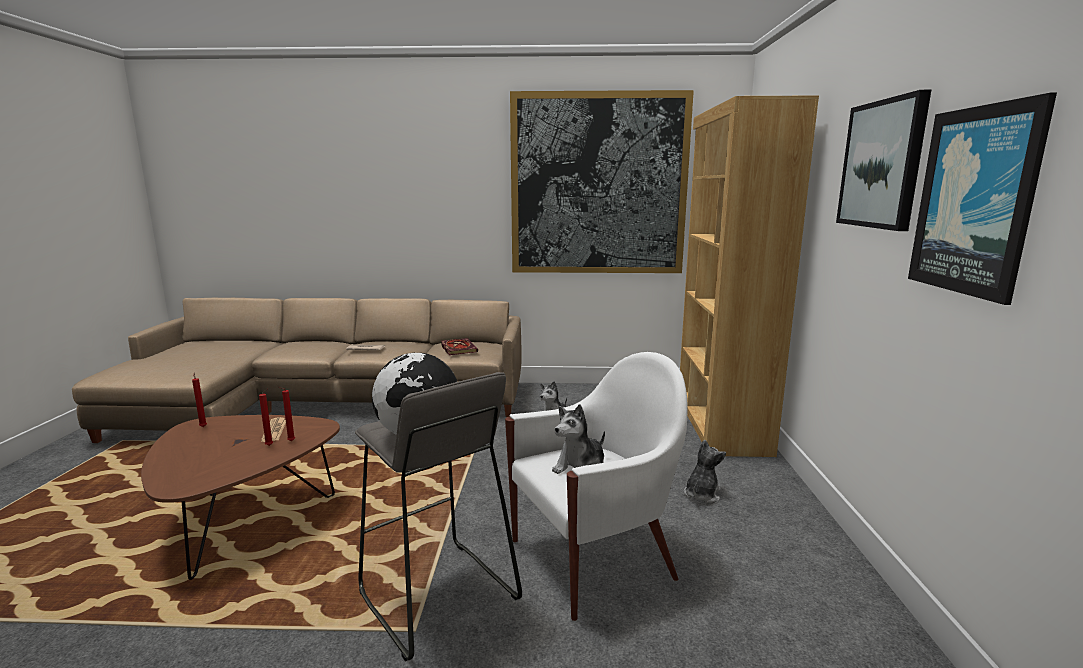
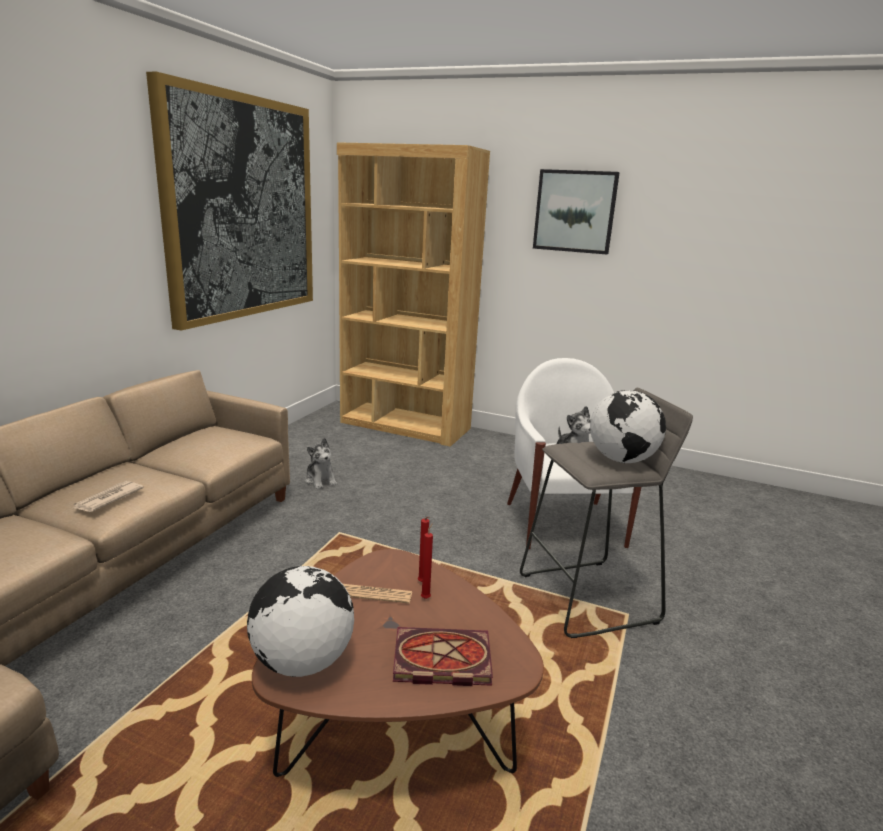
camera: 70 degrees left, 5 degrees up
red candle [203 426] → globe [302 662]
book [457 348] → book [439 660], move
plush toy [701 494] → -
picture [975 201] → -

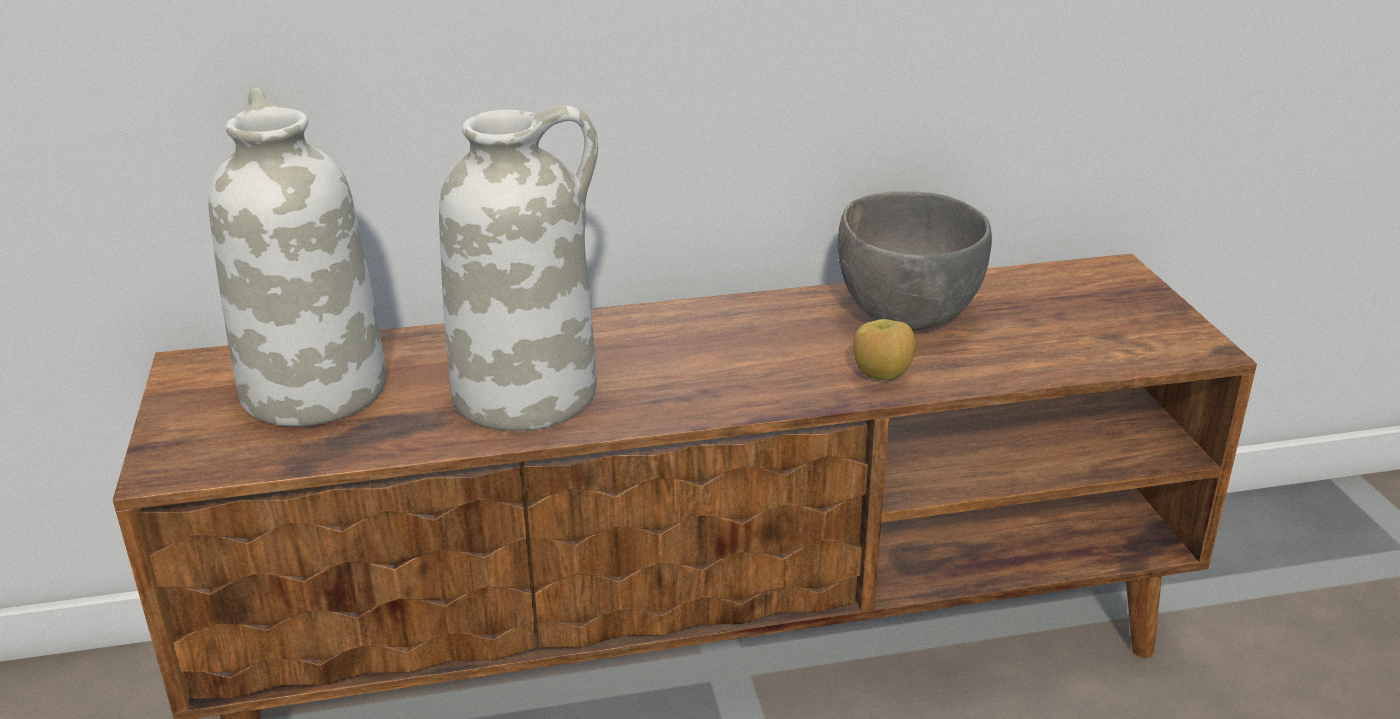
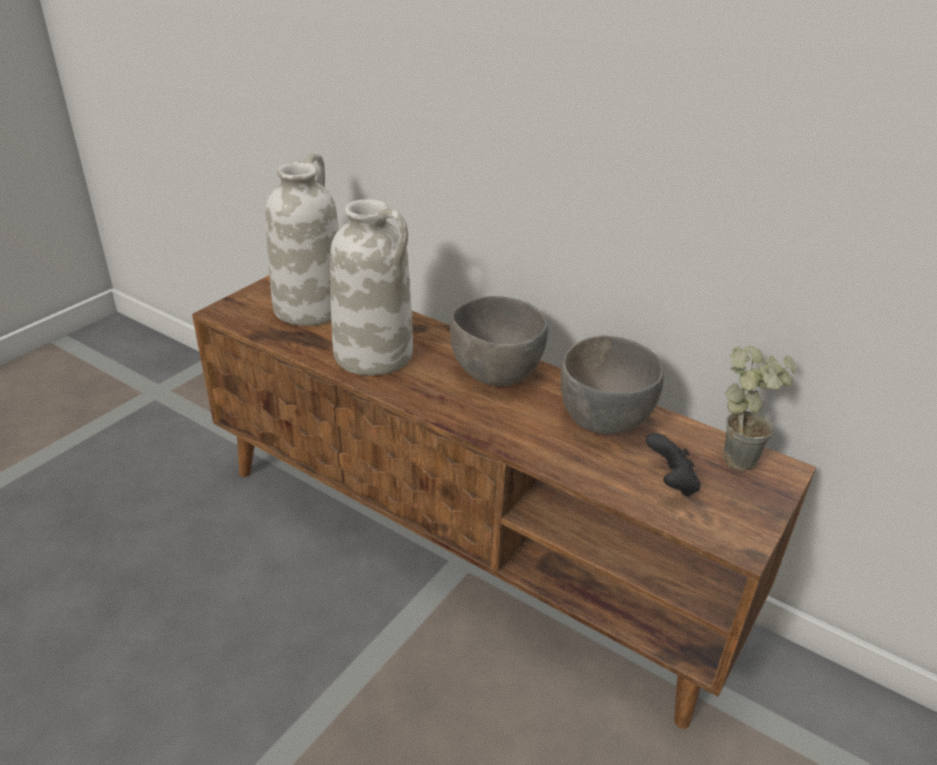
camera: 45 degrees right, 5 degrees up
- → grey bowl [495 373]
- → black game controller [670 483]
- → potted plant [741 455]
apple [881 376] → -

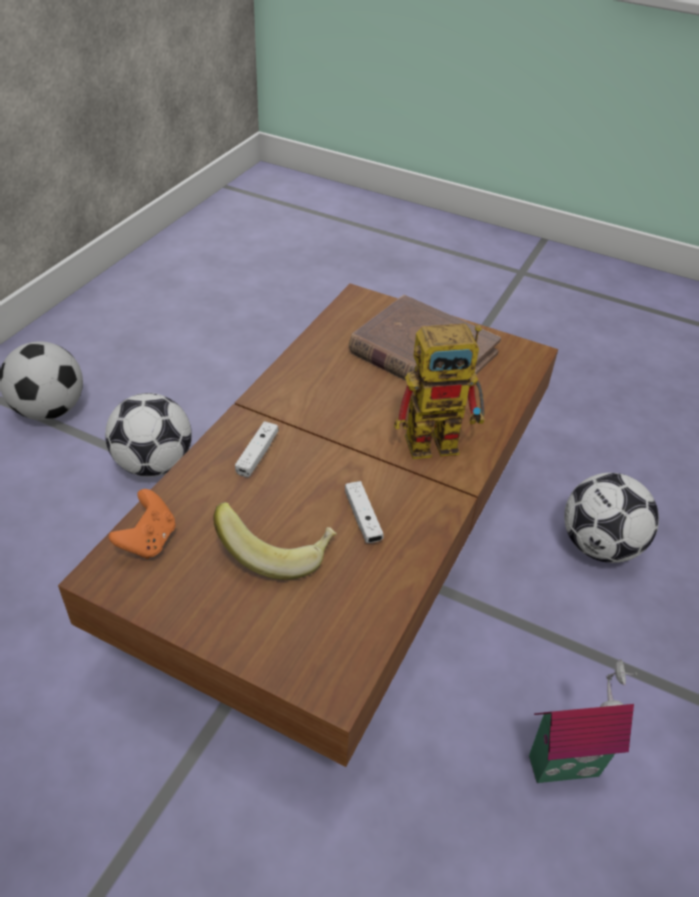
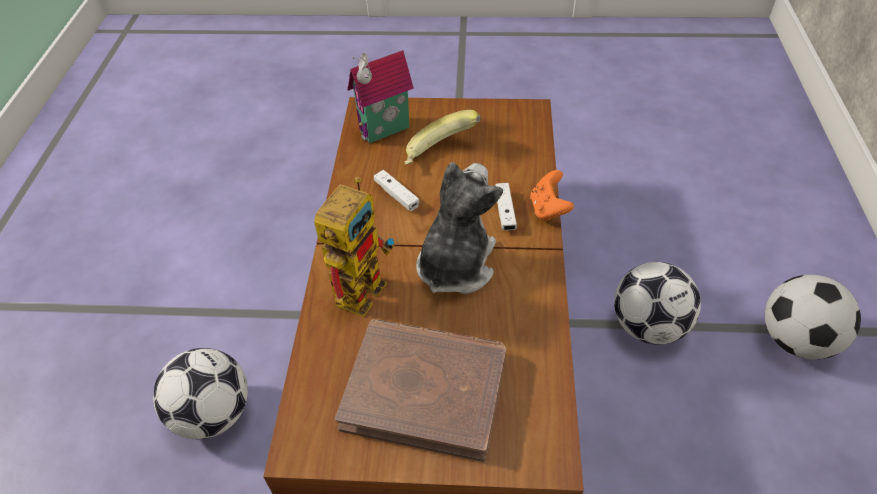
camera: 160 degrees right, 5 degrees up
toy robot [442 440] → toy robot [362 284], 150 degrees clockwise
toy house [563 761] → toy house [386 132], move
- → plush toy [455 265]
orange game controller [148 540] → orange game controller [548 209], move

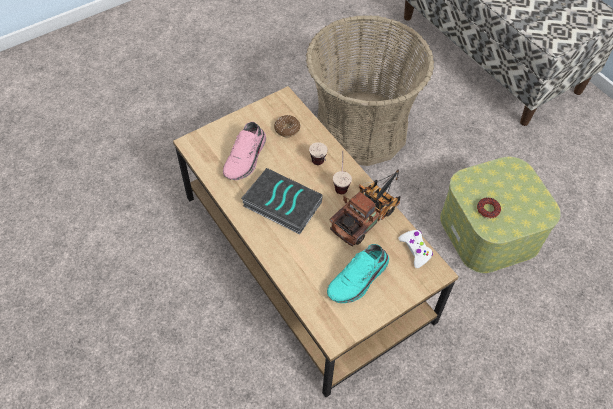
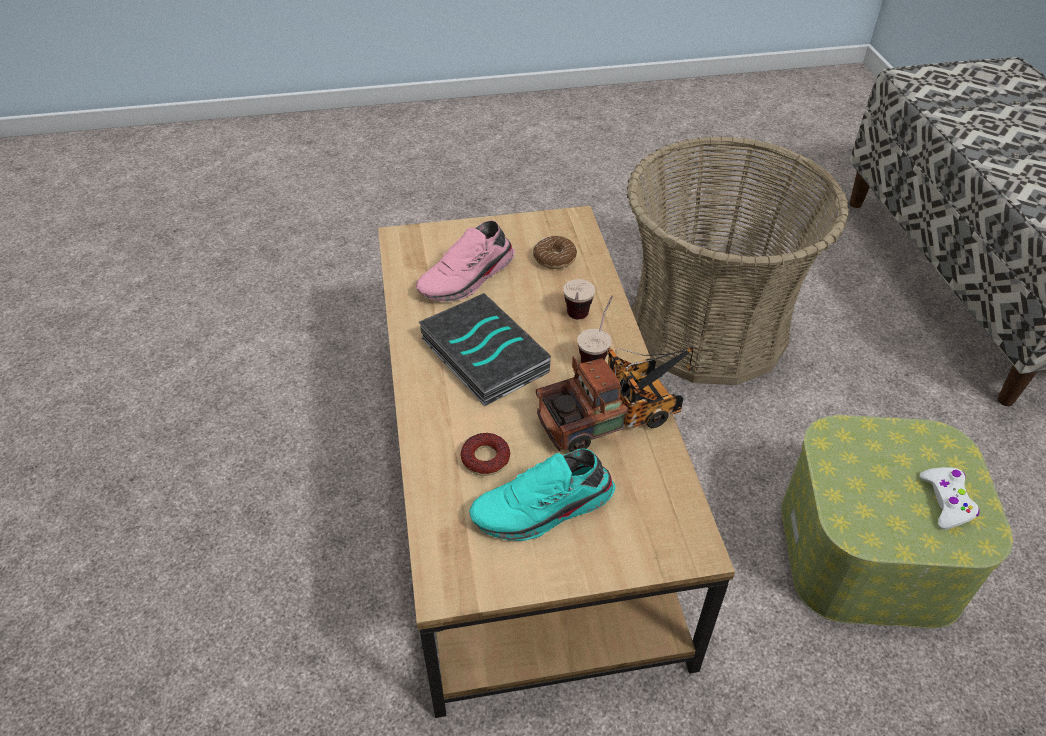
camera: 25 degrees right, 10 degrees down
donut [488 210] → donut [485 459], move
white game controller [415 250] → white game controller [946 502], move

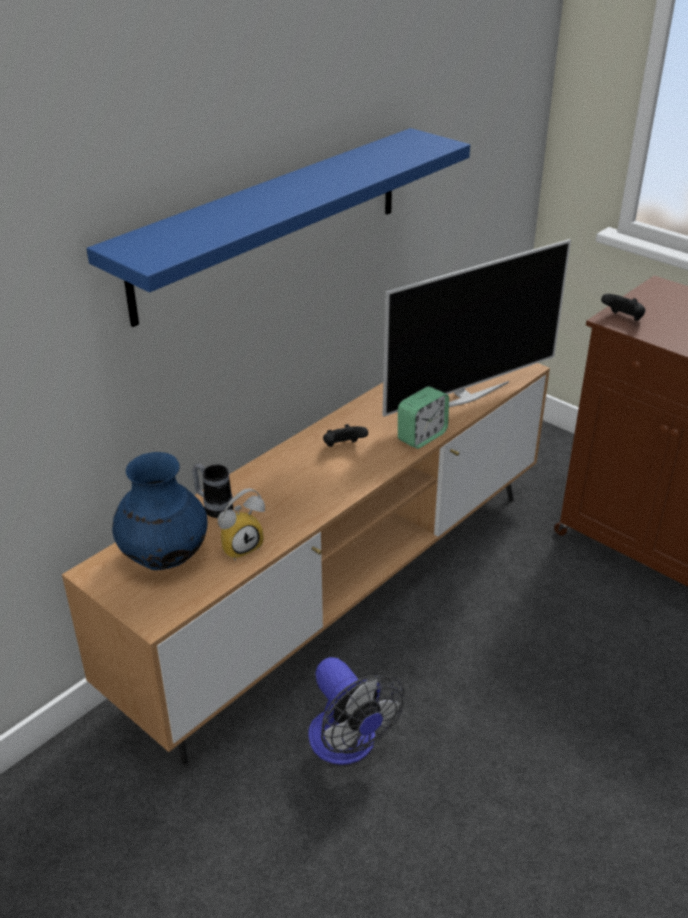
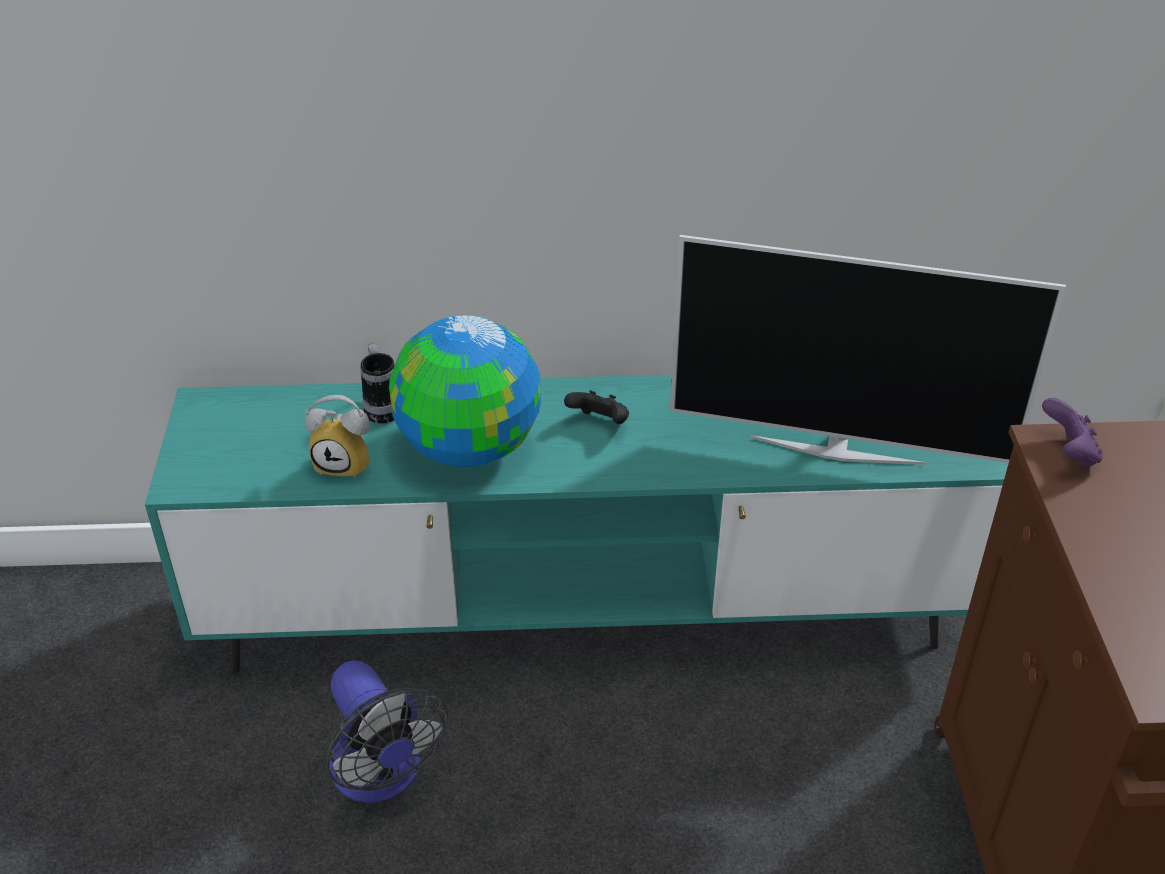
camera: 45 degrees right, 5 degrees up
brown tv stand [342 595] → turquoise tv stand [582 616]
fan [348 745] → fan [382 776], 45 degrees counterclockwise
- → globe [470 448]
black game controller [623 319] → purple game controller [1068 453]
blue shelf [272 222] → -
blue vase [164 556] → -
alarm clock [422 436] → -

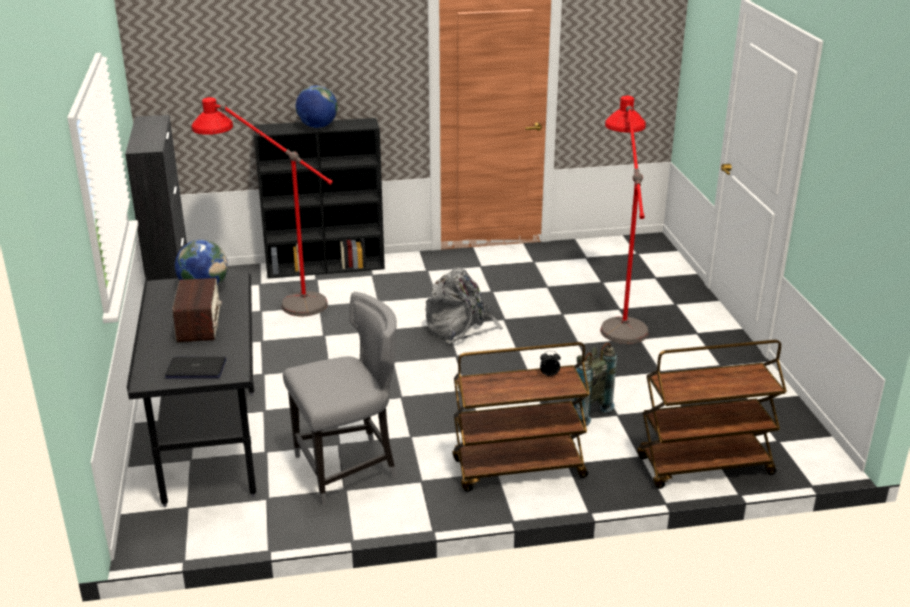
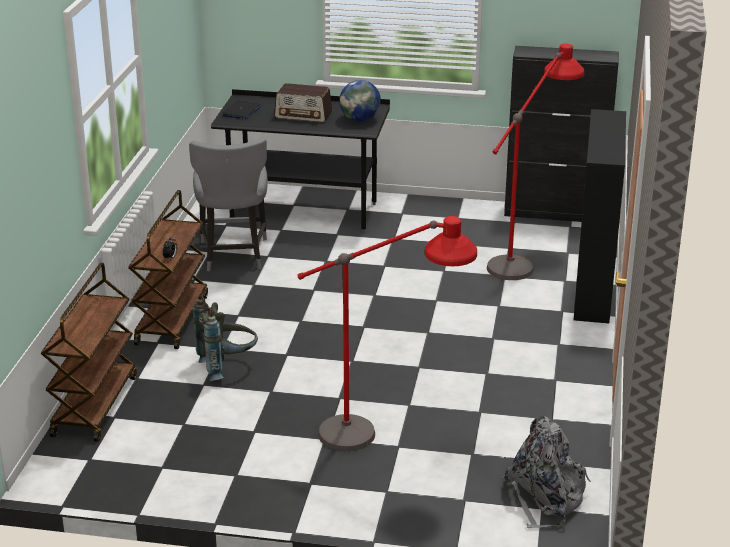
camera: 110 degrees right, 0 degrees up
grey backpack [460 328] → grey backpack [545 497], move
globe [317 126] → -

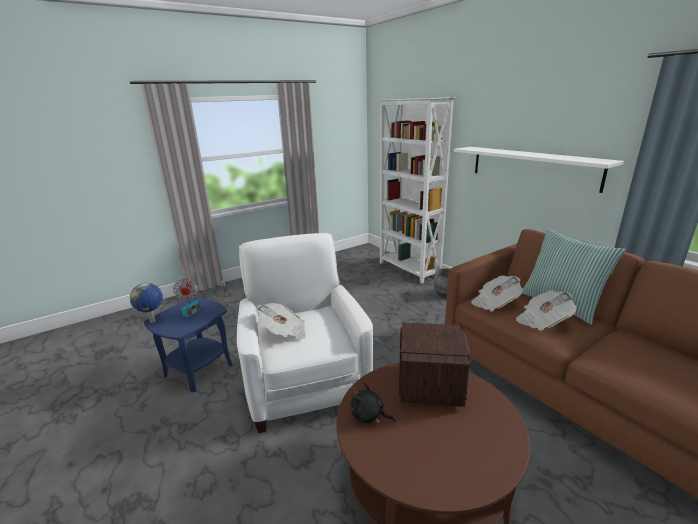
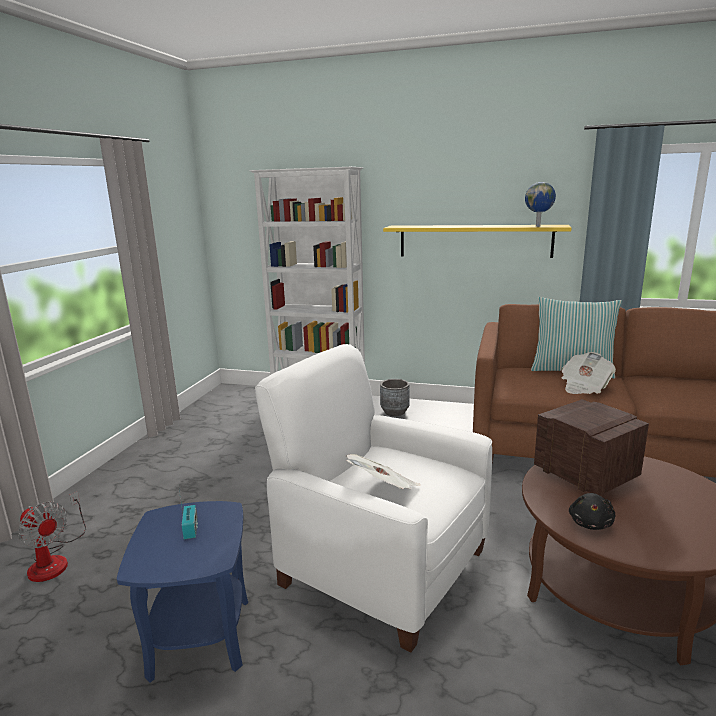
camera: 40 degrees left, 5 degrees down
white shelf [532 167] → yellow shelf [474 241]
globe [153 321] → globe [538 226], move
black plush toy [369 416] → black plush toy [590 523], 60 degrees counterclockwise
newspaper [494 303] → -

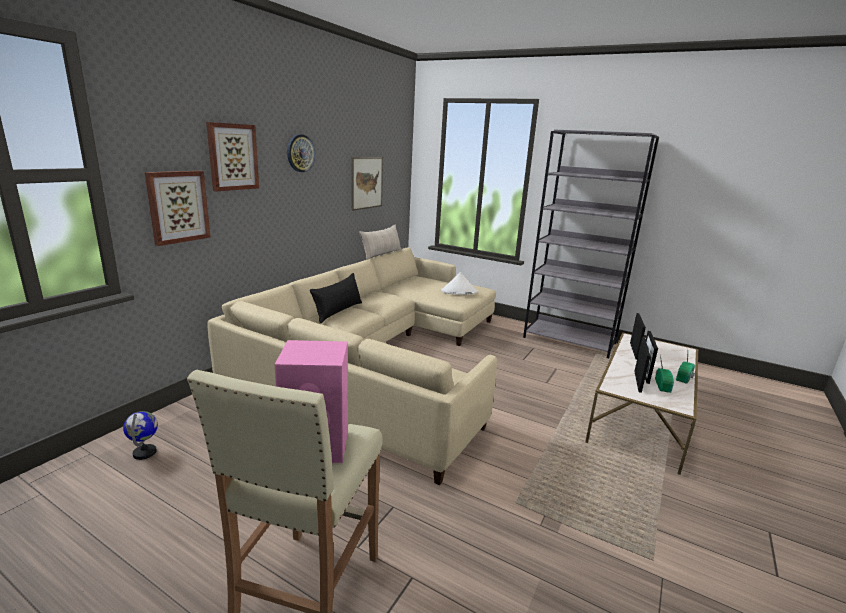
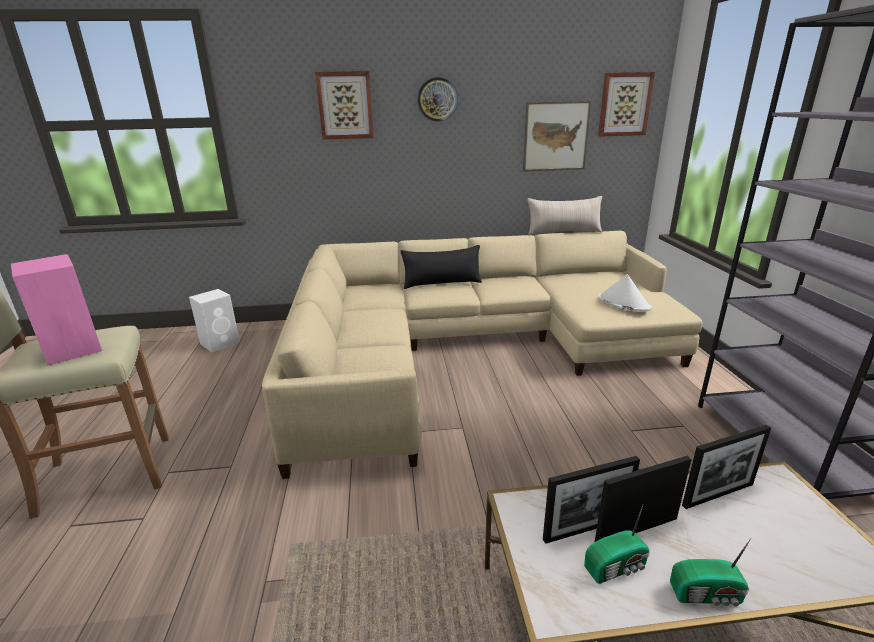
camera: 55 degrees right, 5 degrees up
globe [145 452] → white speaker [221 342]
picture [178 206] → picture [624 104], move

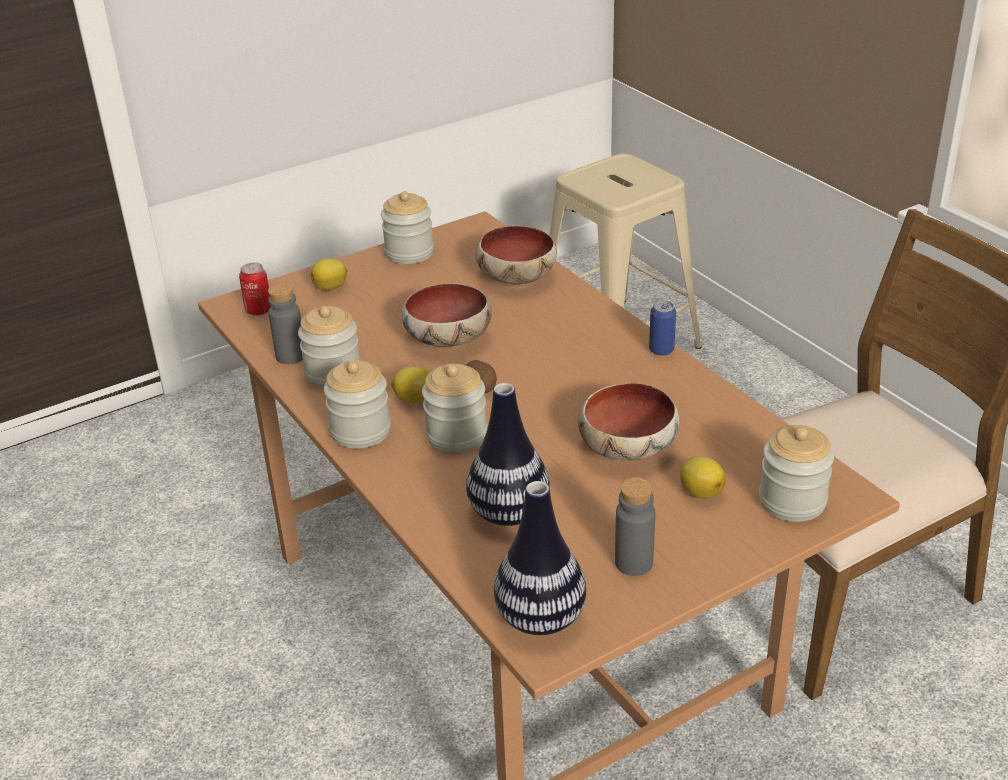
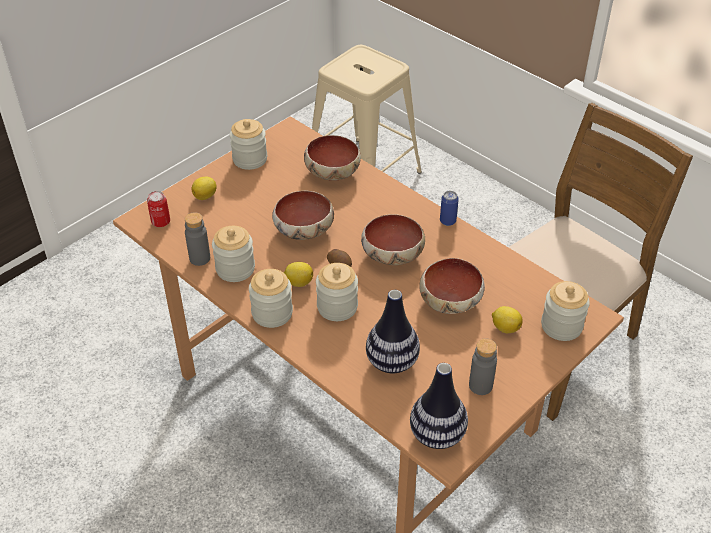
camera: 15 degrees left, 10 degrees up
- → bowl [391 255]

